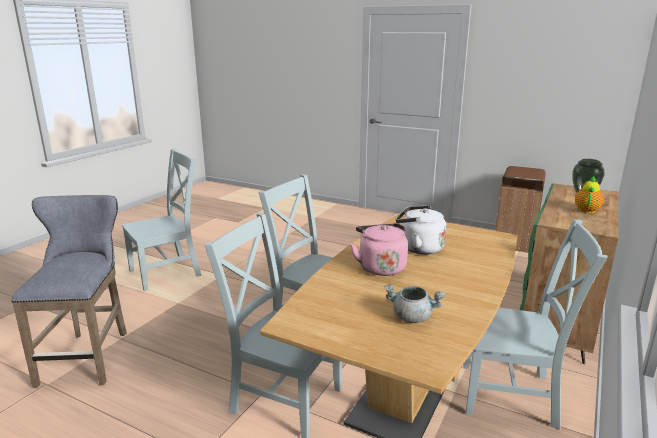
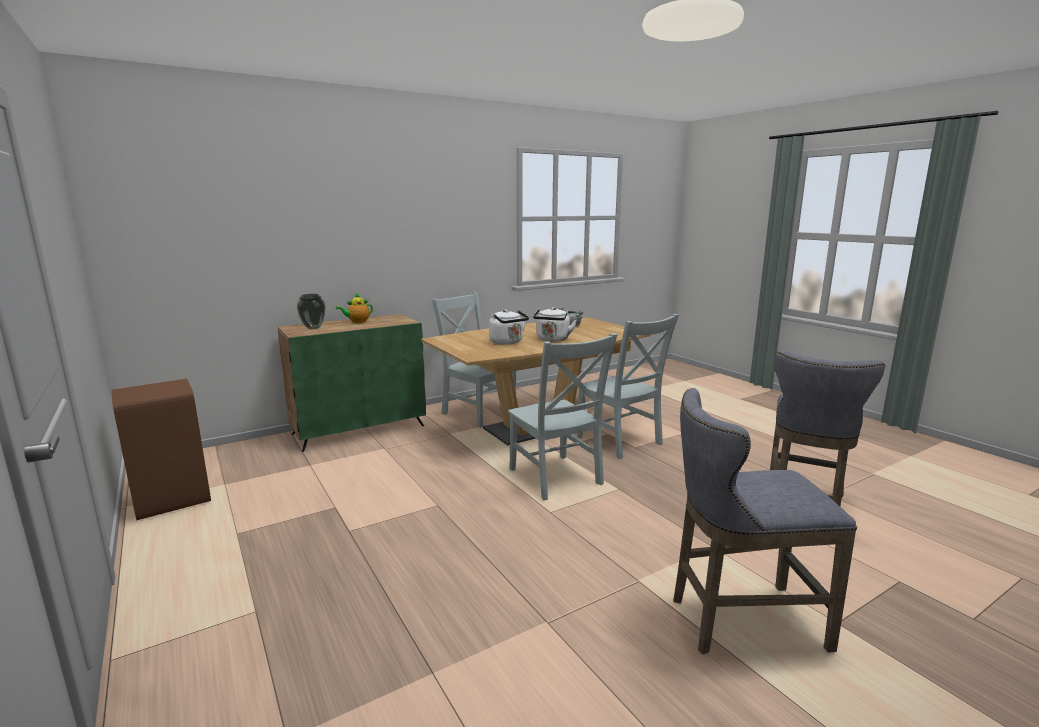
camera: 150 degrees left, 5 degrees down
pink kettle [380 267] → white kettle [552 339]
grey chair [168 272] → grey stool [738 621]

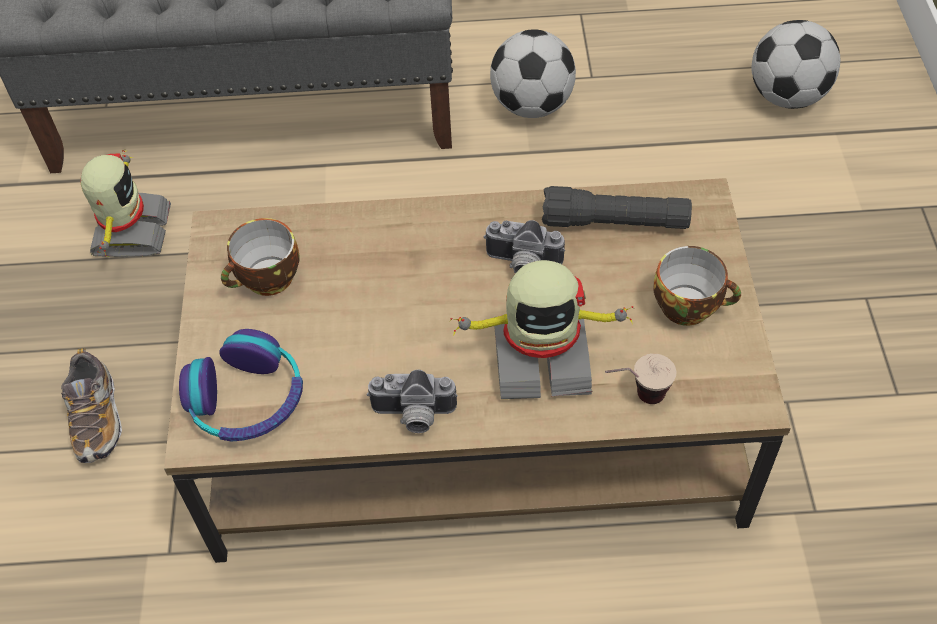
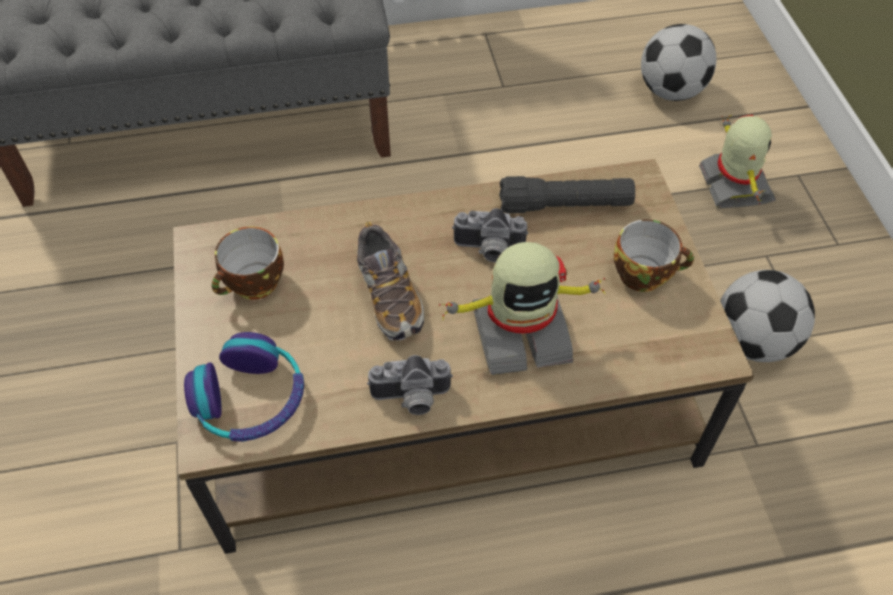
camera: 10 degrees left, 0 degrees up
shoe [97 418] → shoe [389 296], move
toy robot [129 231] → toy robot [733 185], move
football [531 106] → football [752 342], move
cup [635 398] → -

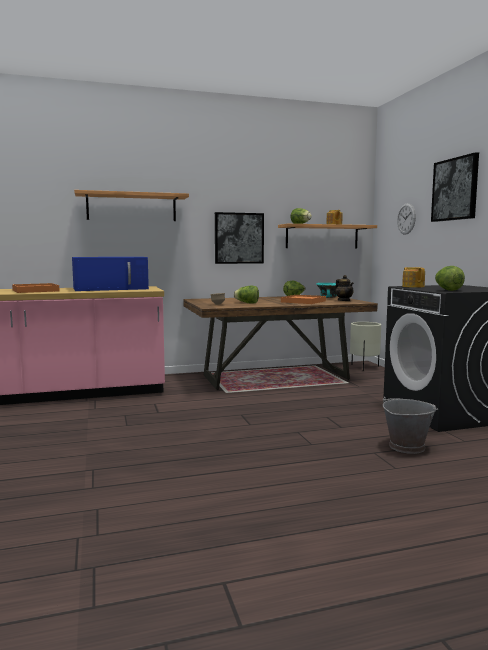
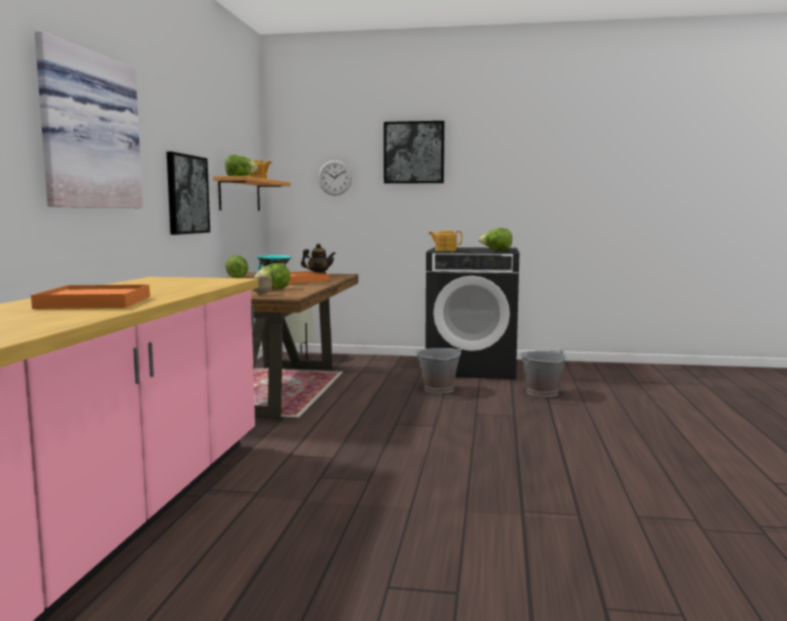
camera: 65 degrees left, 0 degrees up
shelf [131 207] → picture [87 131]
- → grey bucket [438 389]
blue microwave [112 288] → -

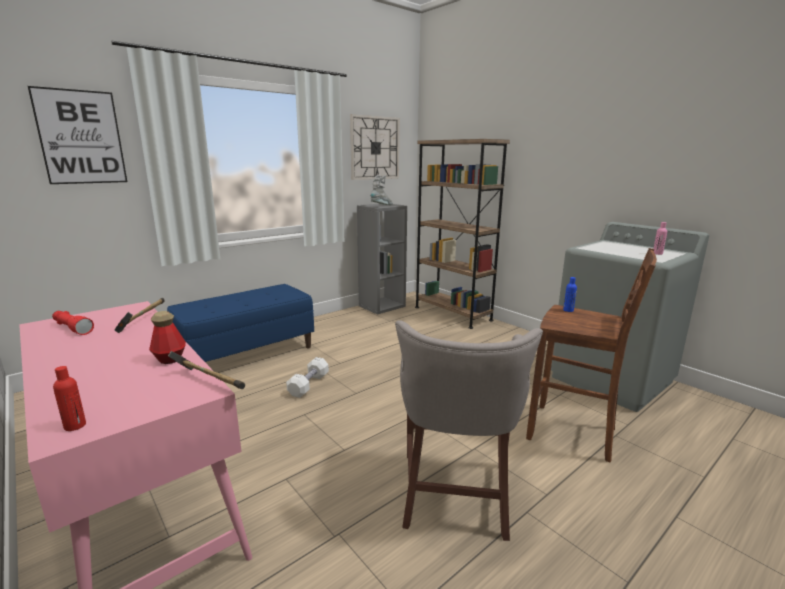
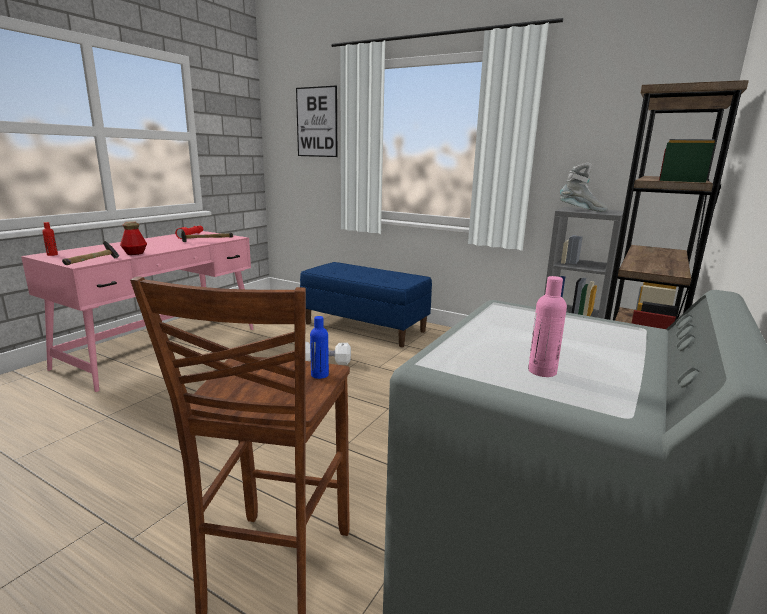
camera: 70 degrees right, 0 degrees up
wall clock [375 148] → -
grey stool [455 496] → -

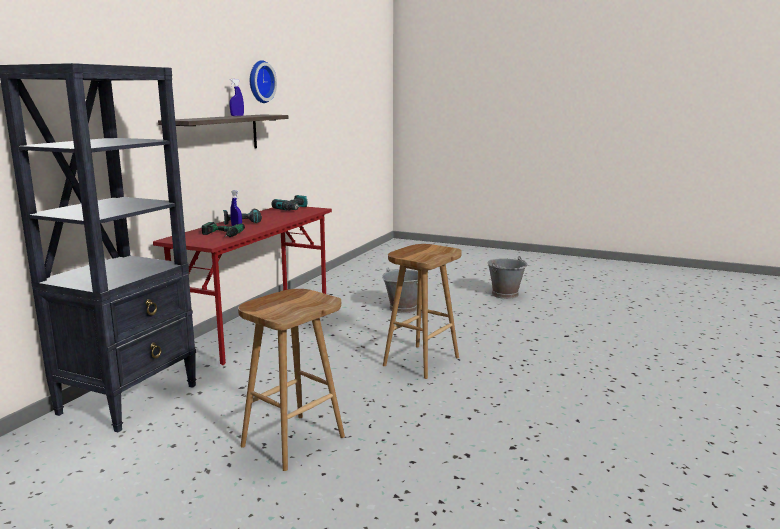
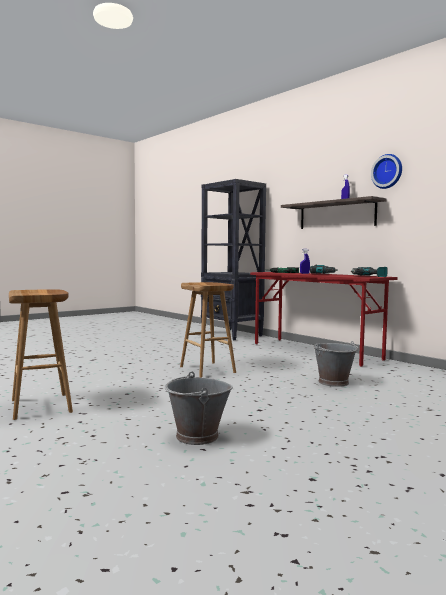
camera: 115 degrees right, 10 degrees down
brown stool [293 440] → brown stool [42 406], move
grey bucket [505 294] → grey bucket [197 436], move

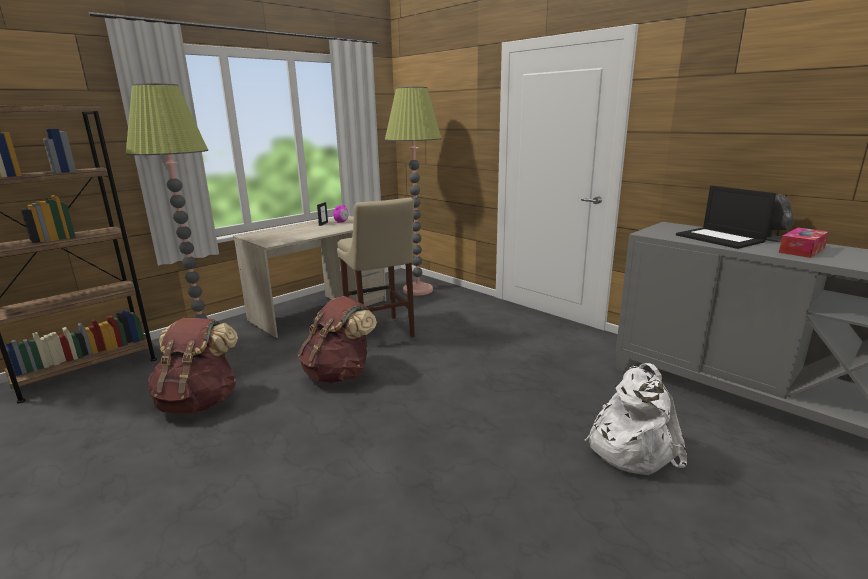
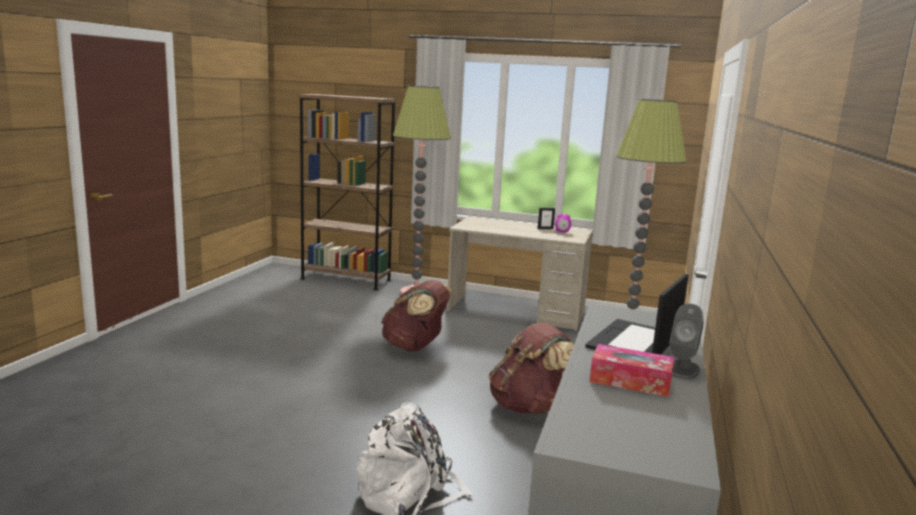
camera: 60 degrees right, 5 degrees down
brown backpack [199 402] → brown backpack [528 406], move
beige stool [380 333] → -

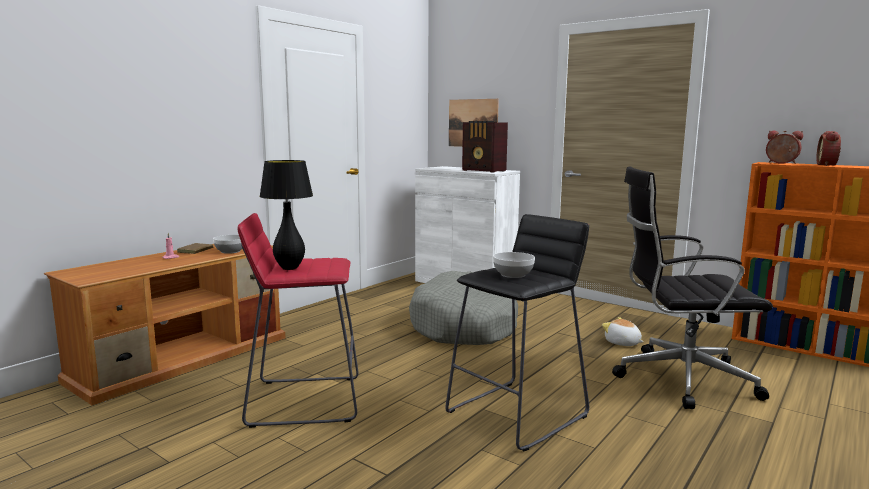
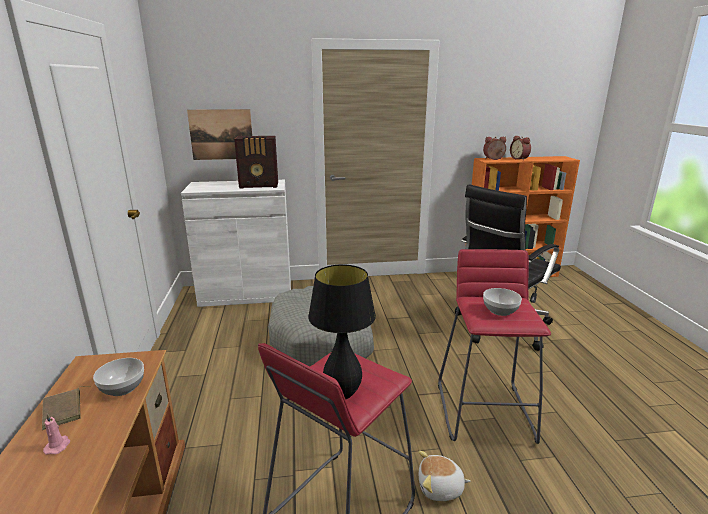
camera: 45 degrees left, 10 degrees up
plush toy [622 343] → plush toy [440 488], move
black stool [518 414] → red stool [485 411]

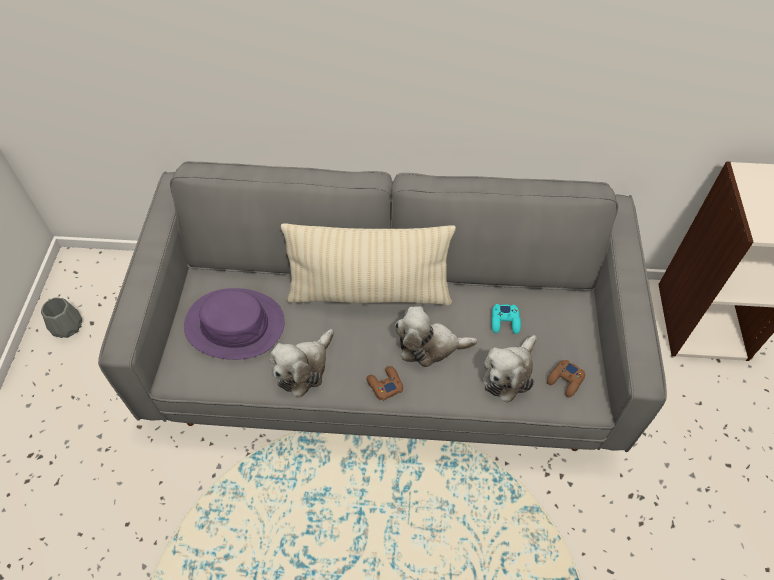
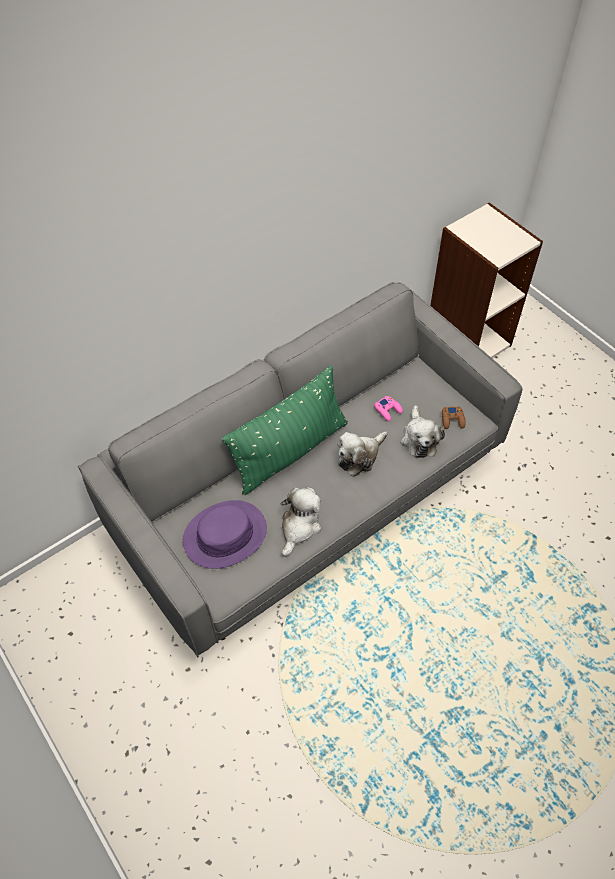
camera: 40 degrees left, 0 degrees up
beige pillow [369 293] → green pillow [290 451]
plush toy [304 368] → plush toy [299 526], 150 degrees counterclockwise
turquoise game controller [505 321] → pink game controller [388 410]
grey vase [67 326] → -
brown game controller [384 384] → -

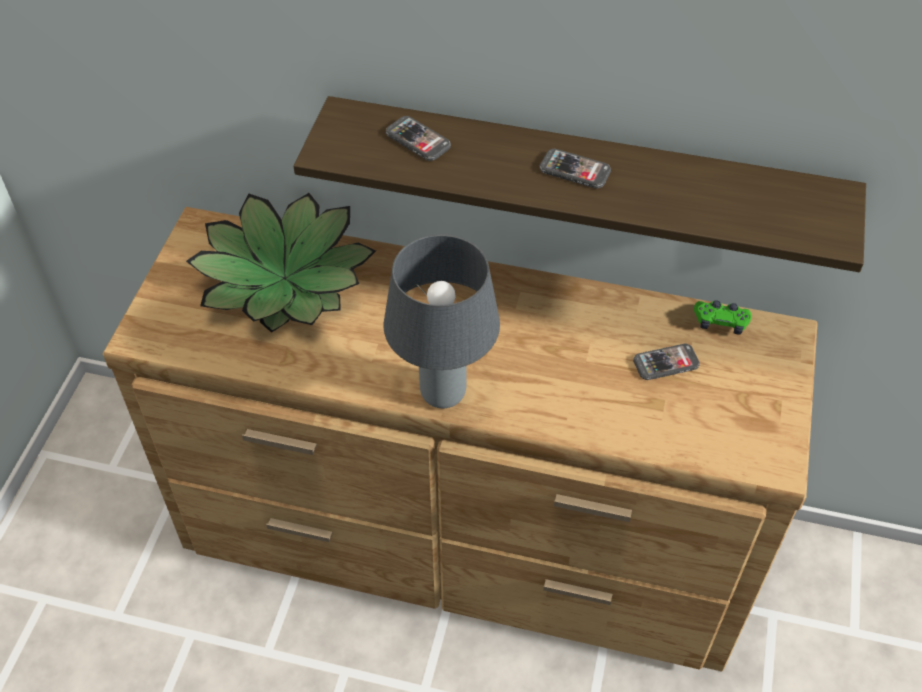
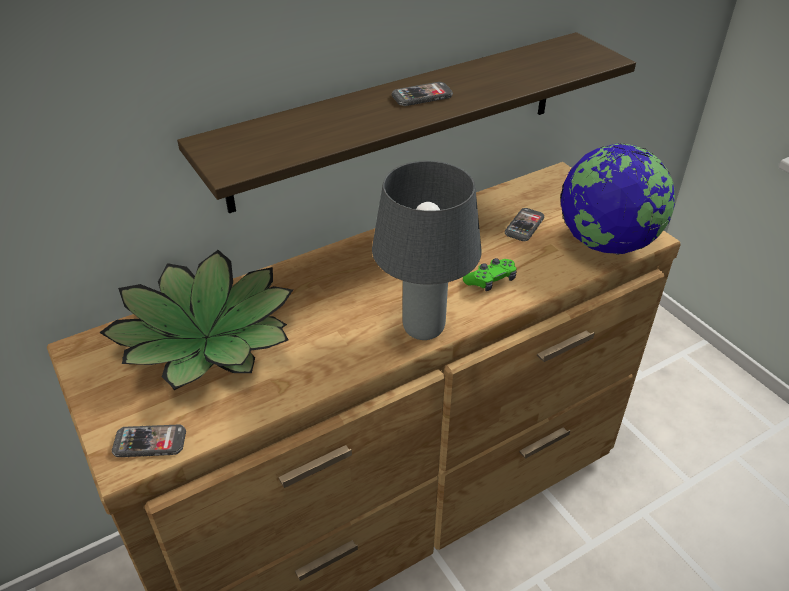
camera: 45 degrees left, 10 degrees down
phone [418 140] → phone [150 442], move
green game controller [720 322] → green game controller [491 281], move
- → globe [607 243]

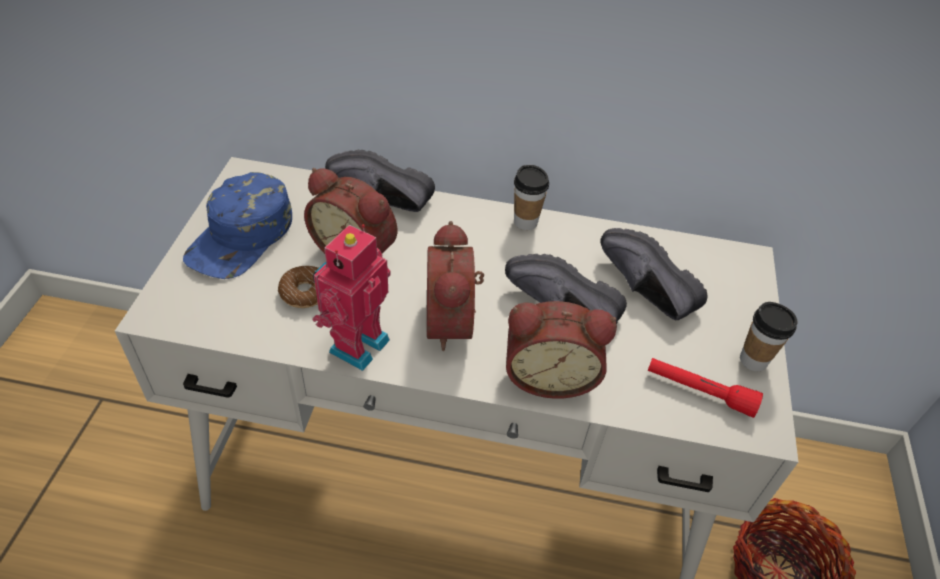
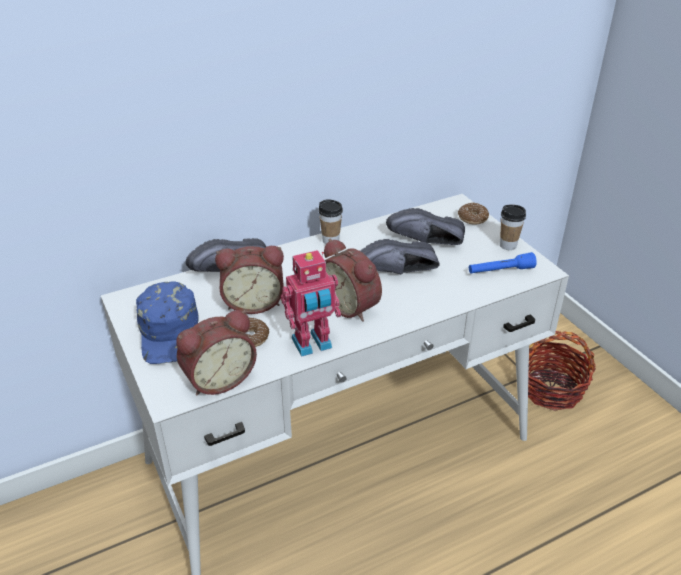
camera: 35 degrees left, 10 degrees down
alarm clock [549 374] → alarm clock [218 378], move
toy robot [356 344] → toy robot [312 345], 105 degrees counterclockwise
- → donut [472 218]
red flashlight [699 392] → blue flashlight [500 271]

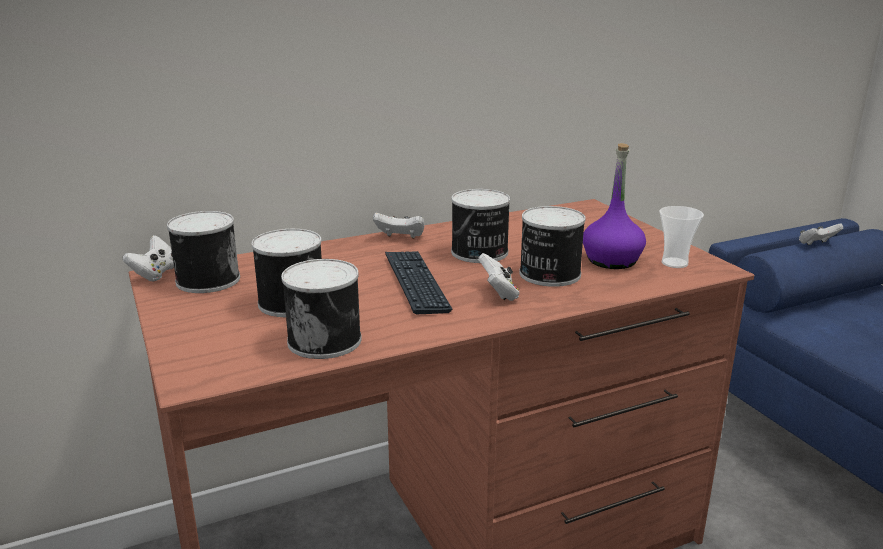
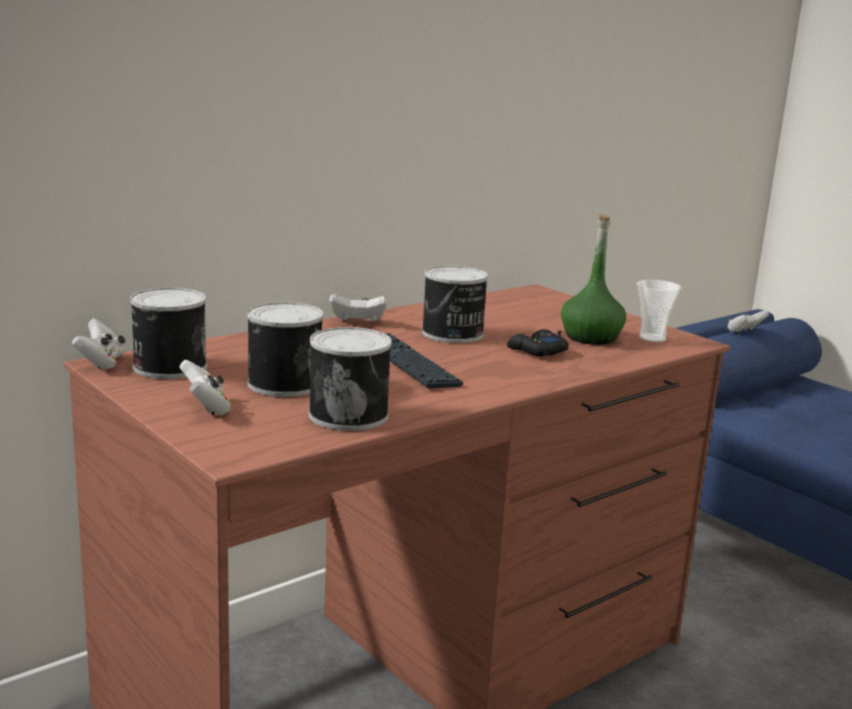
camera: 15 degrees left, 5 degrees down
white game controller [498 293] → white game controller [206 408], move
can [548 274] → black game controller [536 351]
purple bottle [612 261] → green bottle [591 337]

